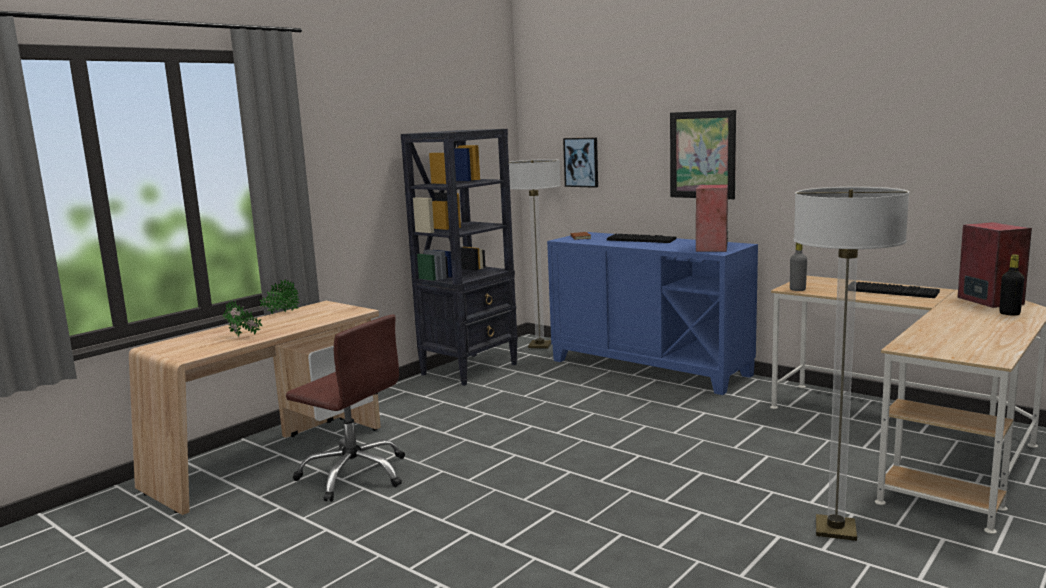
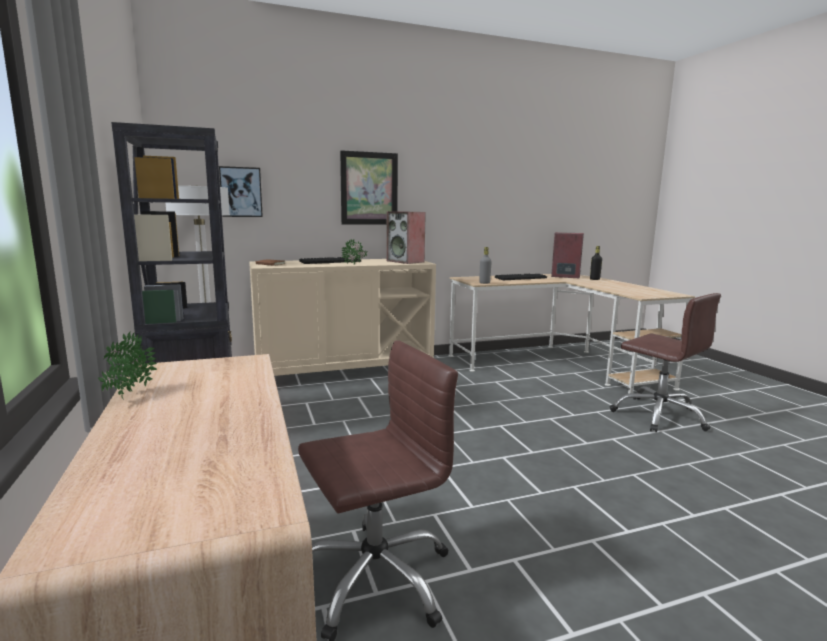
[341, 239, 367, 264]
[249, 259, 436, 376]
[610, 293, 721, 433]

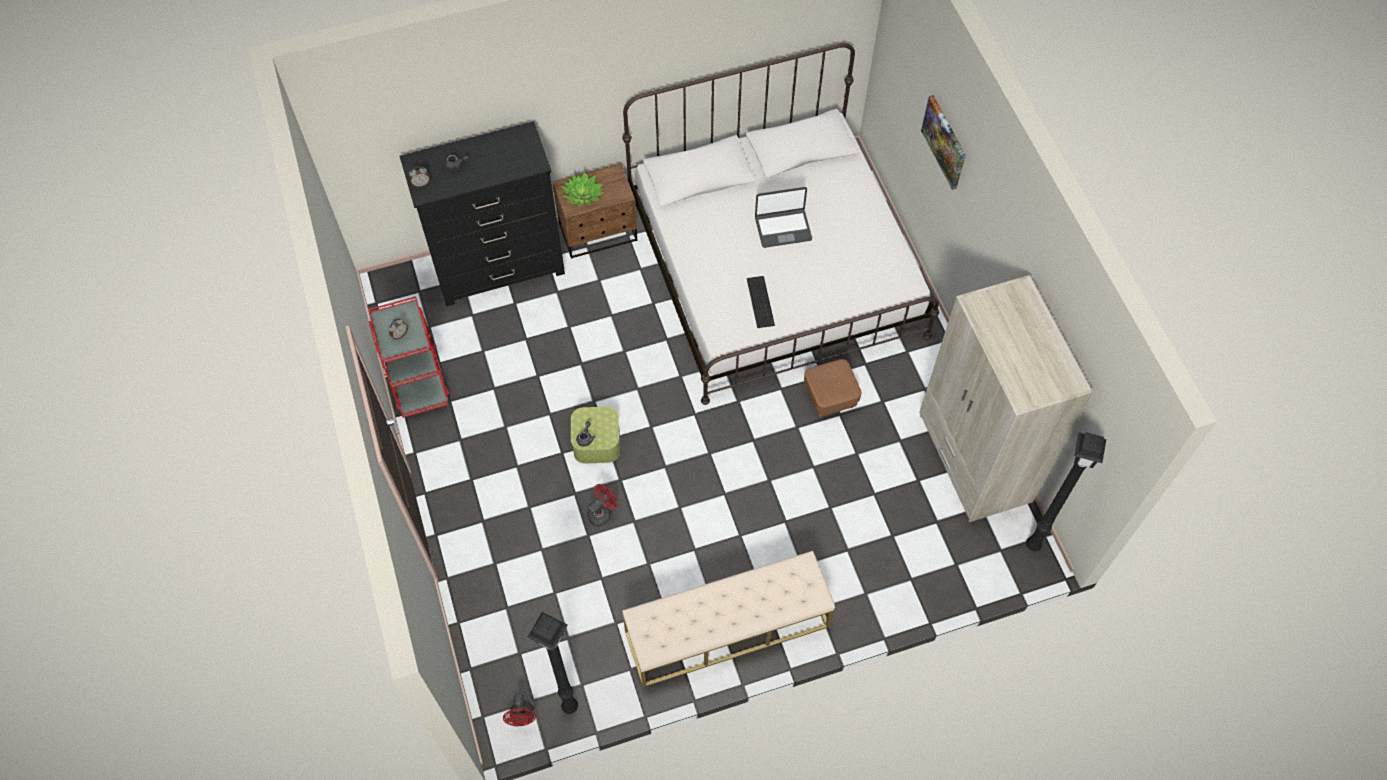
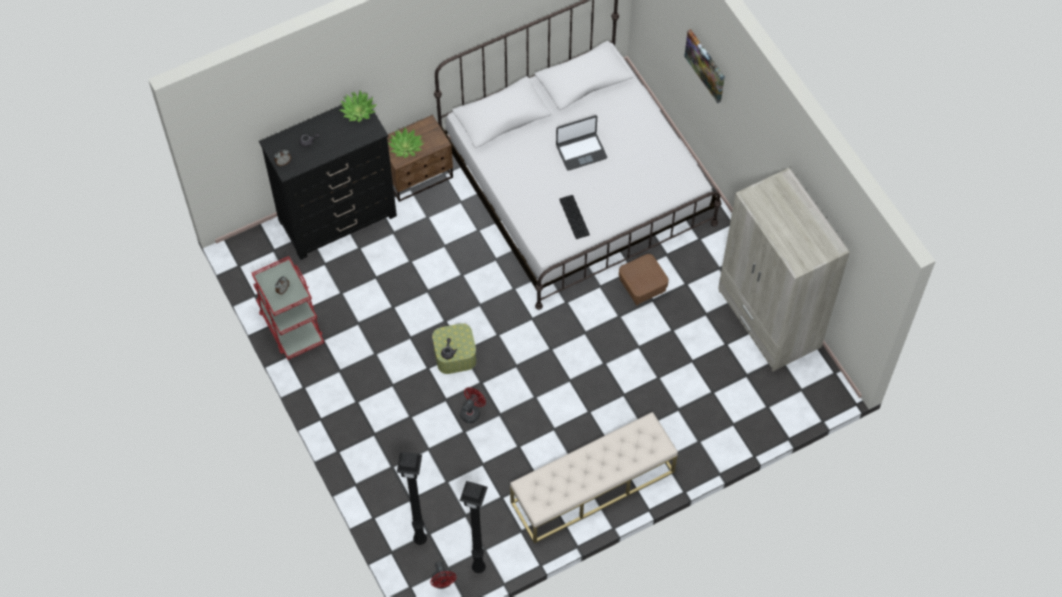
[397, 452, 427, 545]
[340, 91, 377, 122]

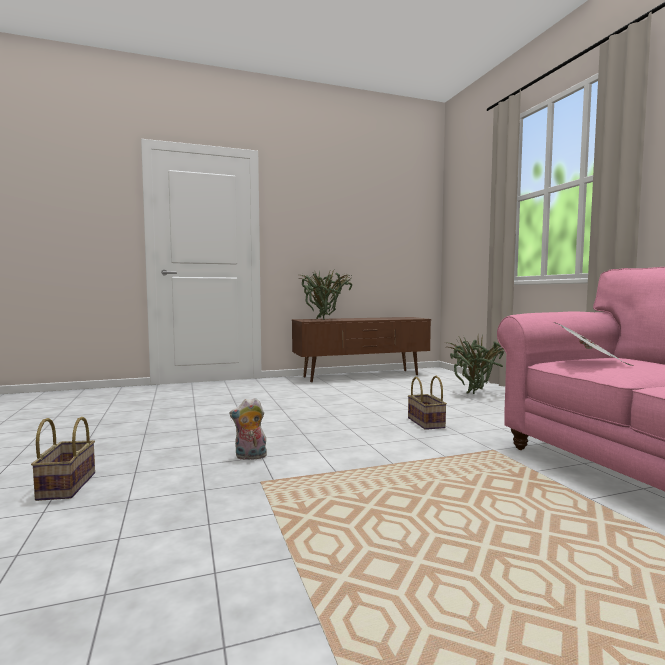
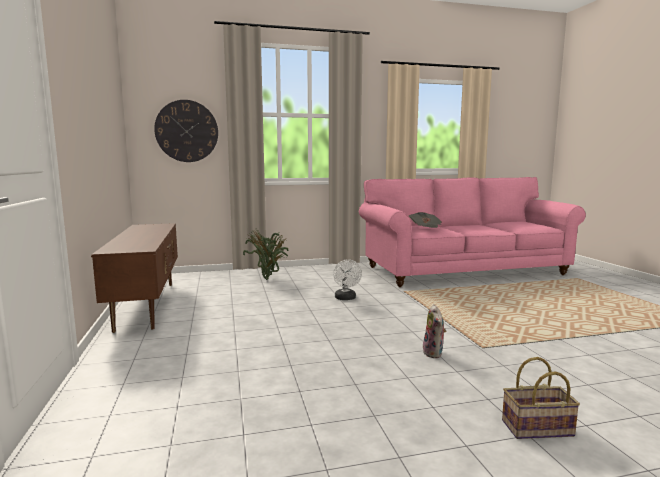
[300, 269, 352, 319] (first image)
[333, 259, 362, 300]
[154, 100, 218, 162]

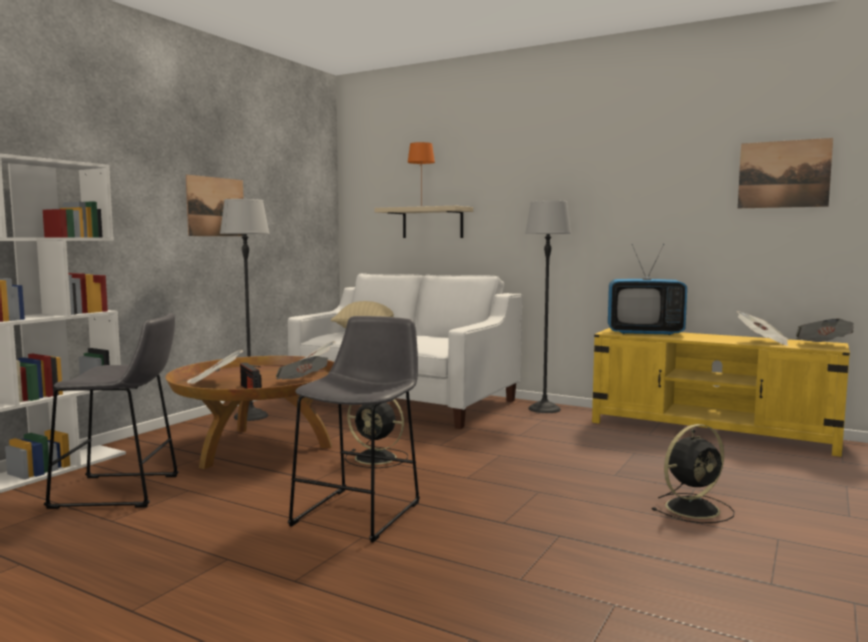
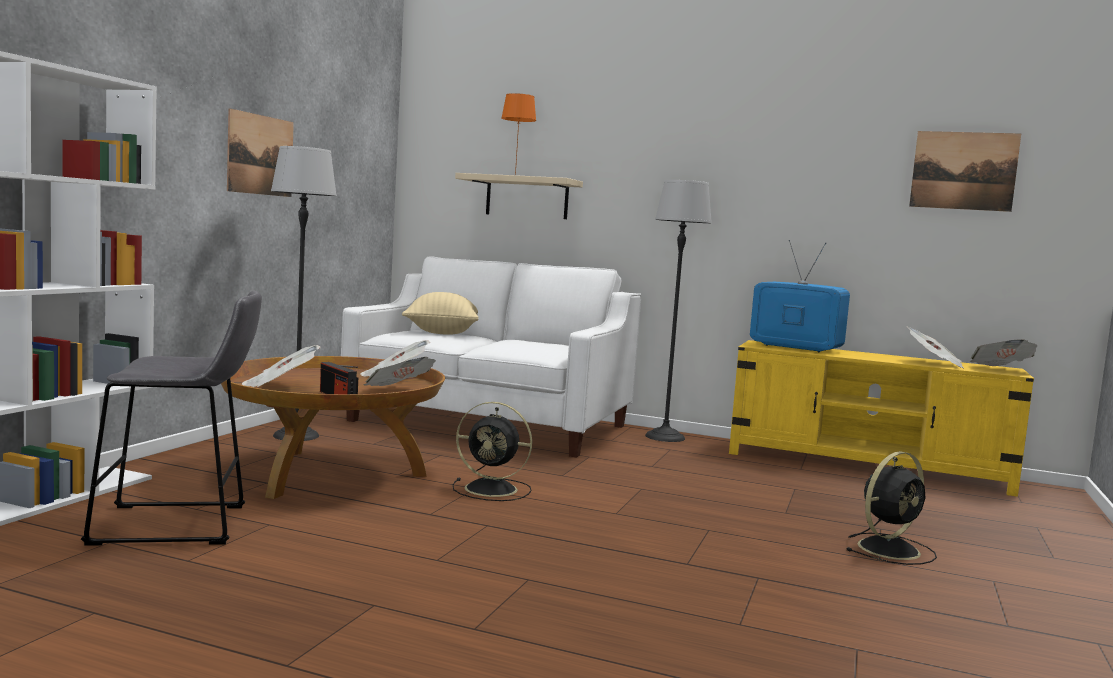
[288, 316, 420, 543] (first image)
[750, 240, 850, 352]

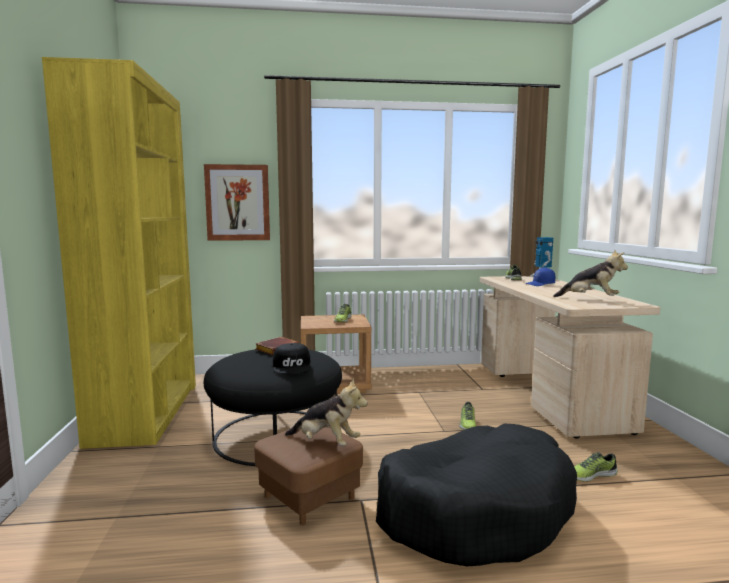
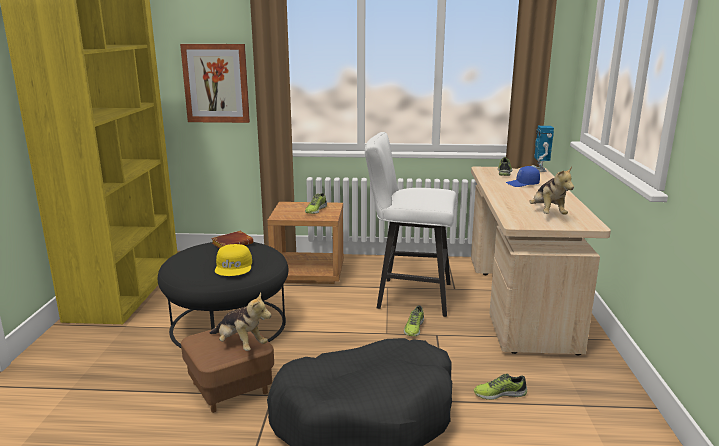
[215, 244, 252, 276]
[529, 167, 574, 215]
[365, 132, 457, 317]

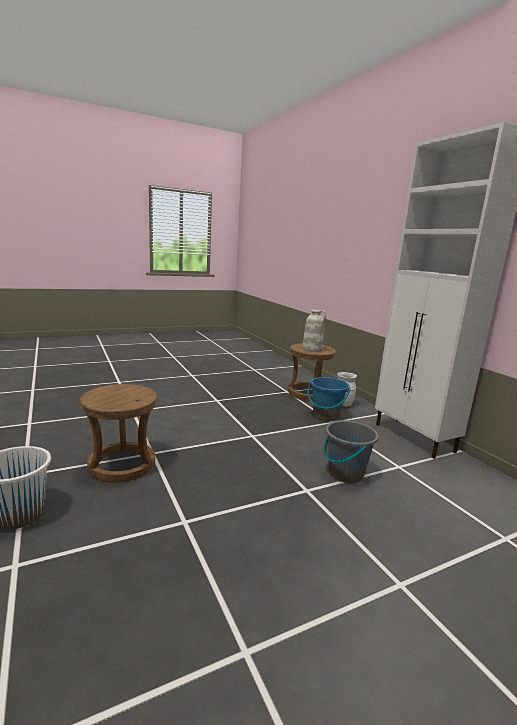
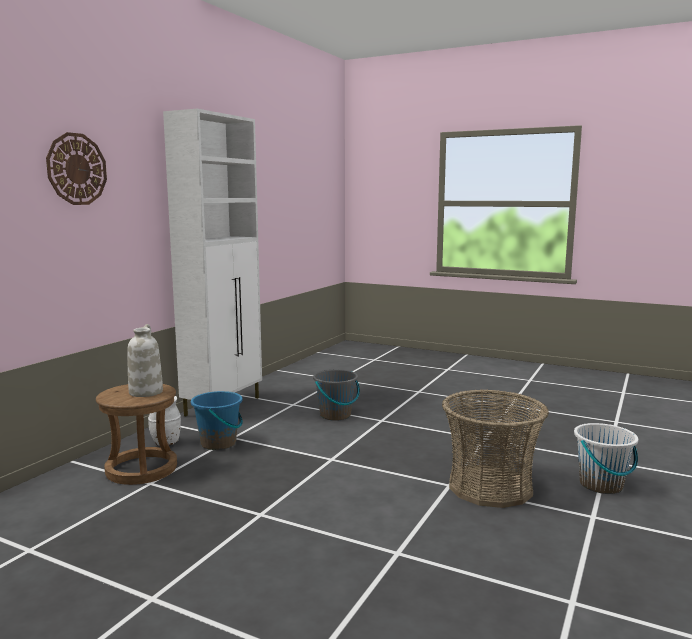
[442, 390, 549, 508]
[46, 132, 107, 205]

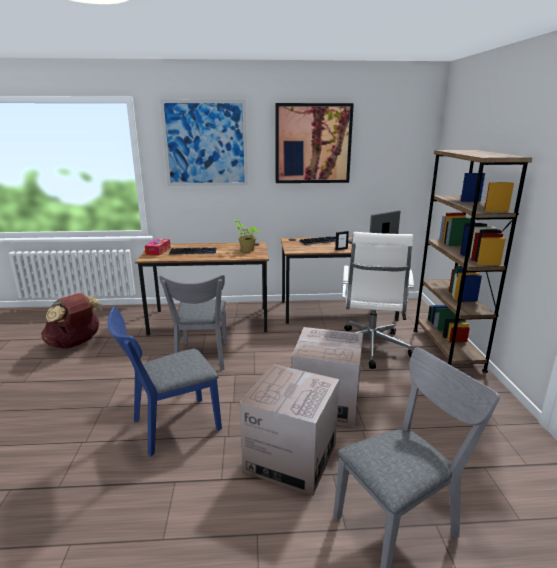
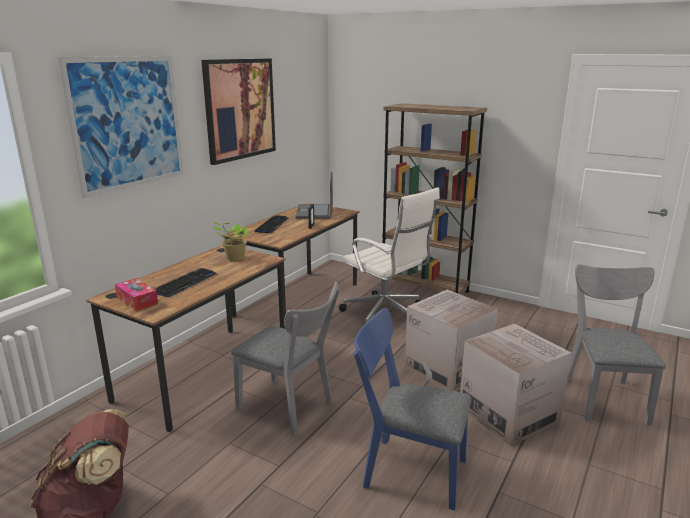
[354, 308, 472, 510]

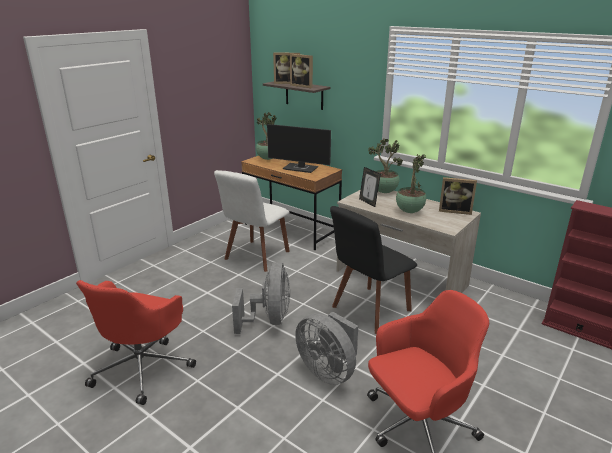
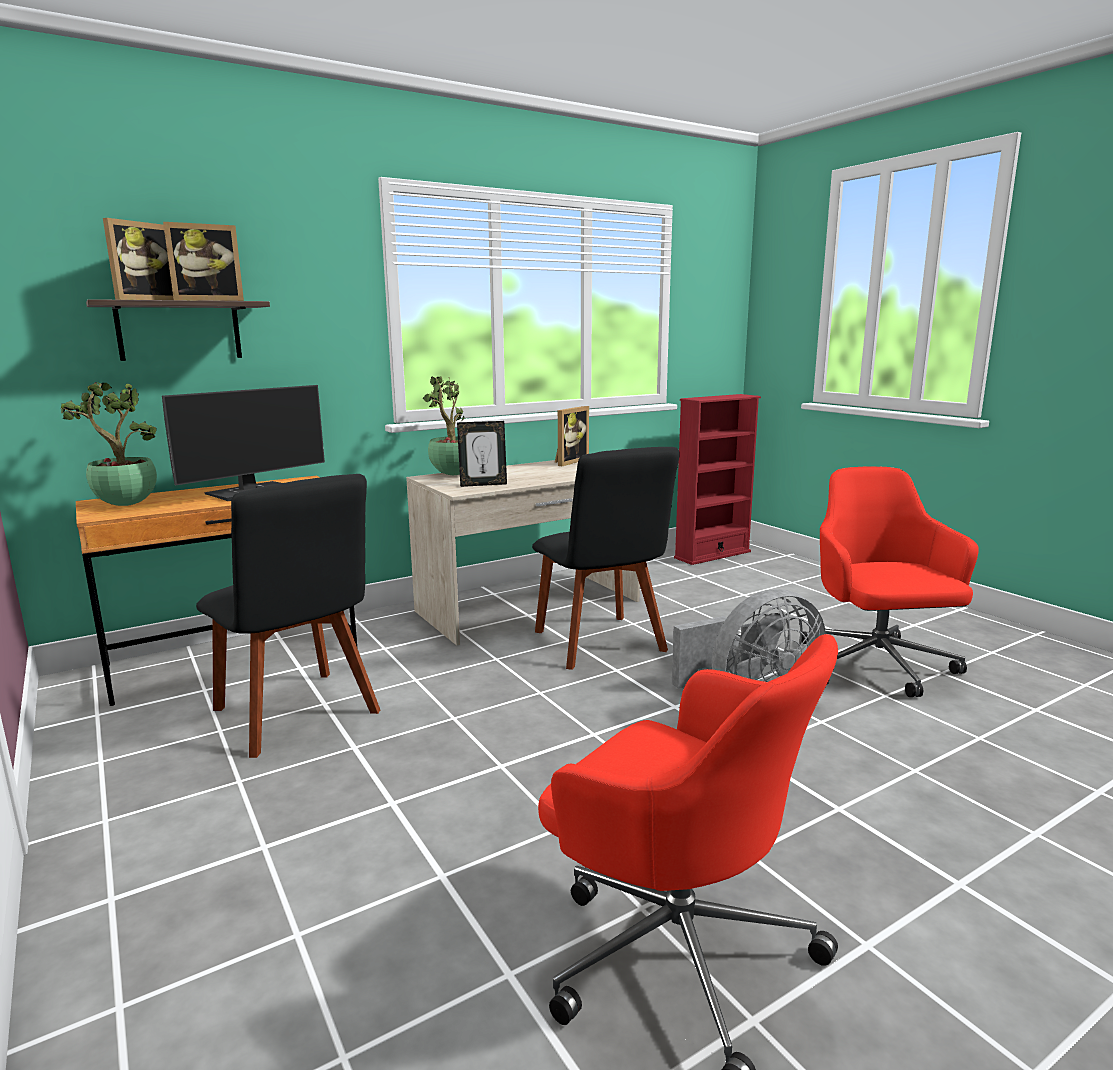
[196, 474, 380, 758]
[232, 262, 290, 334] (first image)
[396, 154, 426, 213] (first image)

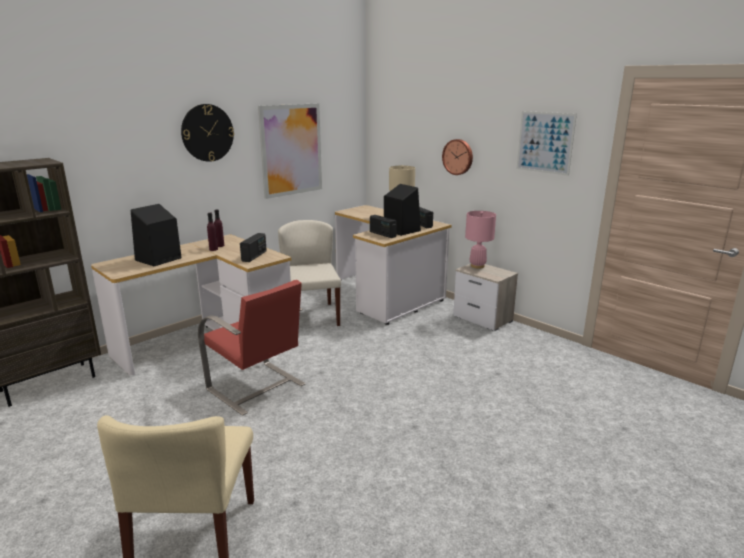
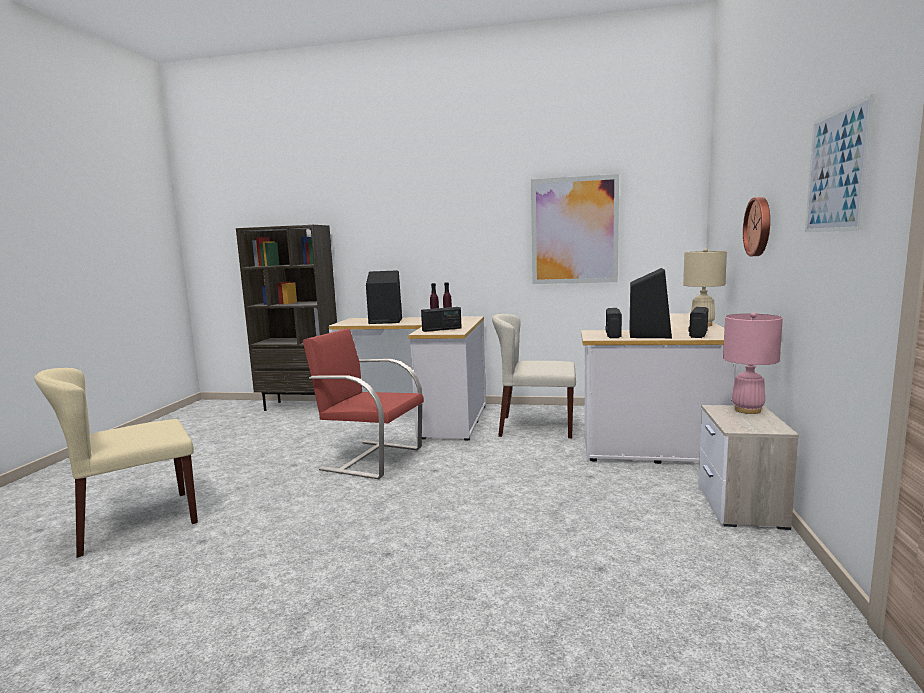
[181, 104, 234, 162] (first image)
[303, 328, 424, 479]
[492, 314, 576, 438]

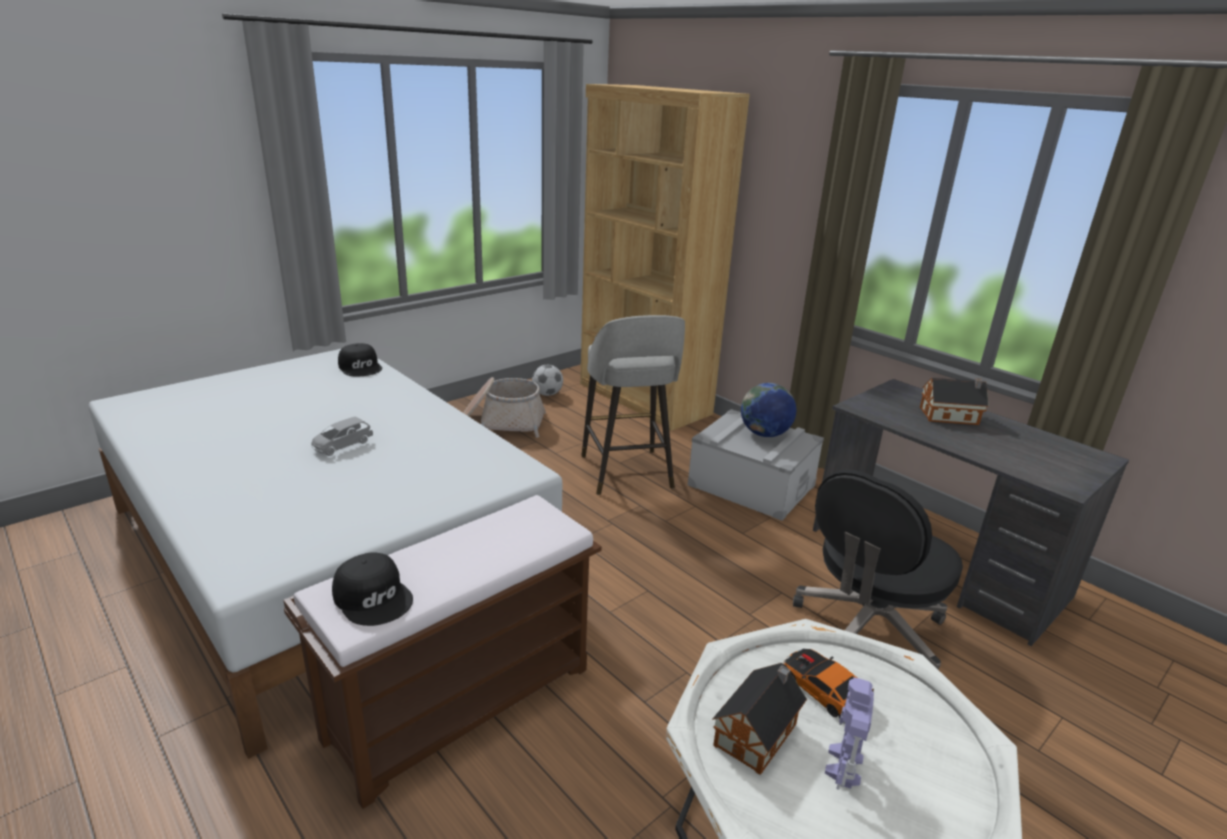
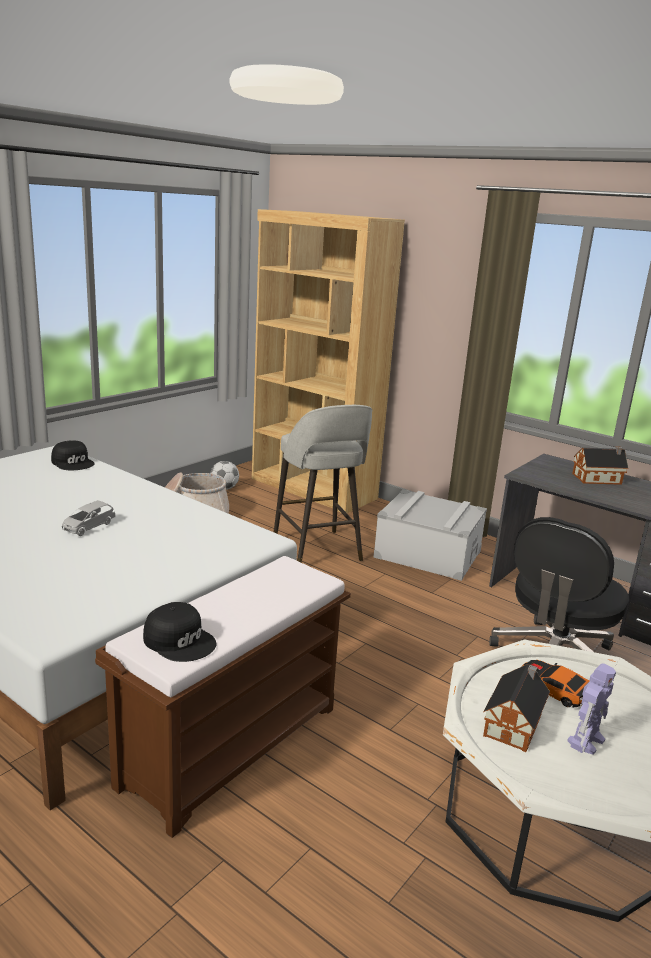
[741, 383, 796, 437] (first image)
[567, 663, 616, 755]

